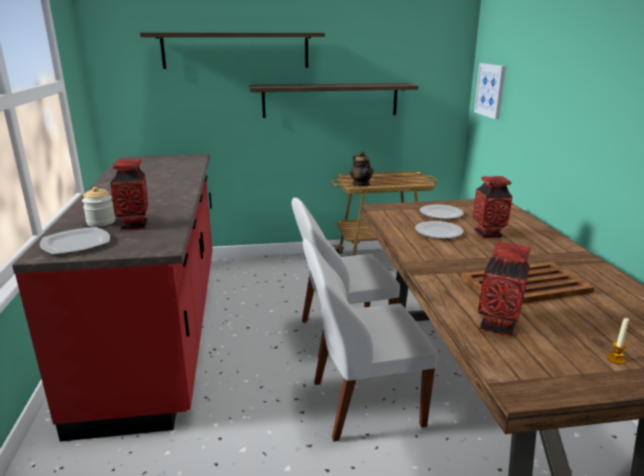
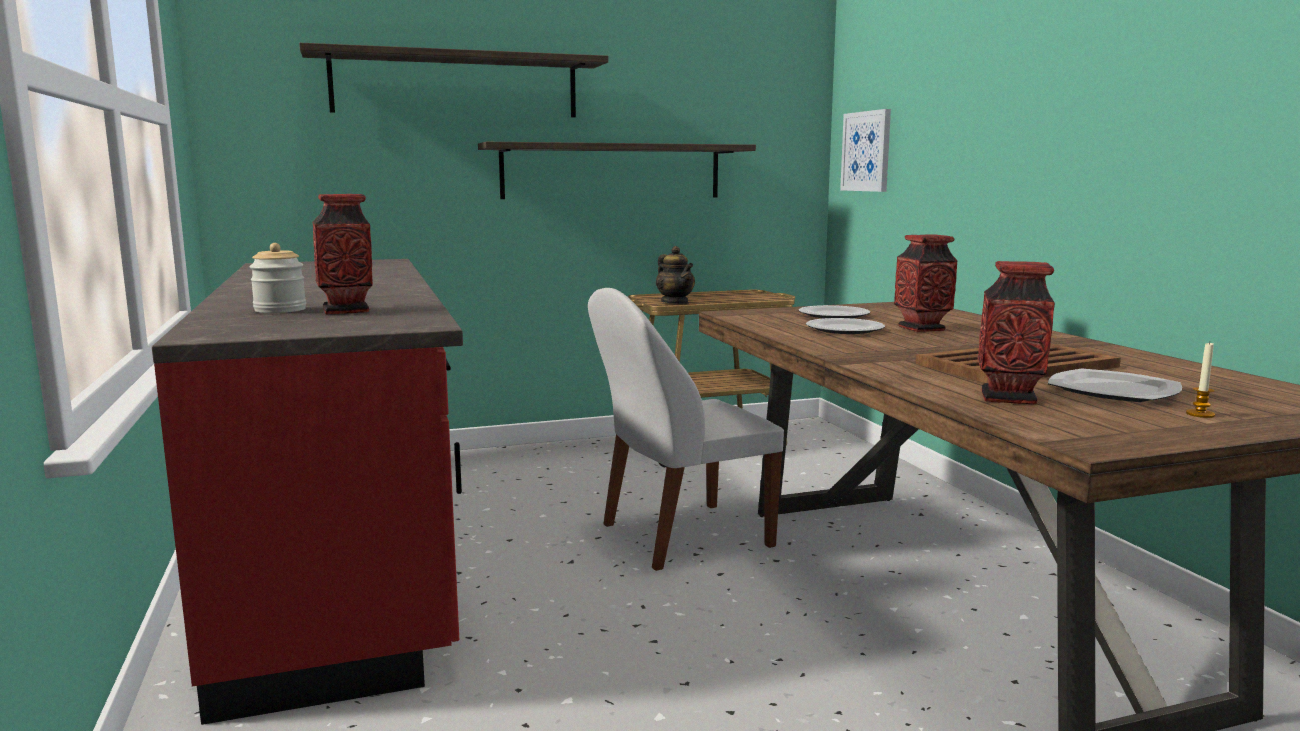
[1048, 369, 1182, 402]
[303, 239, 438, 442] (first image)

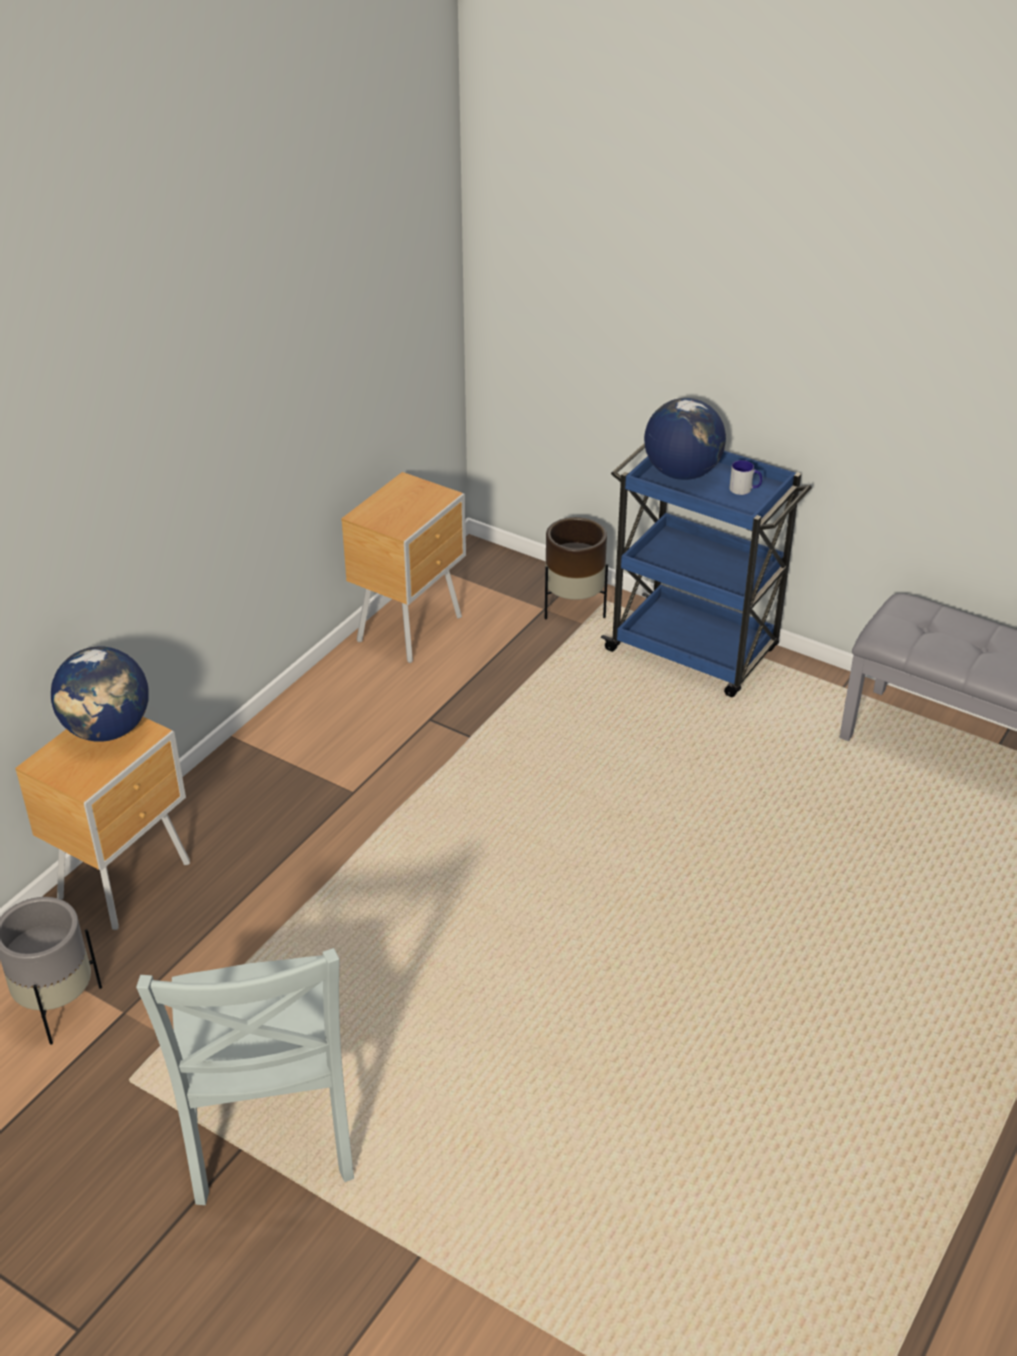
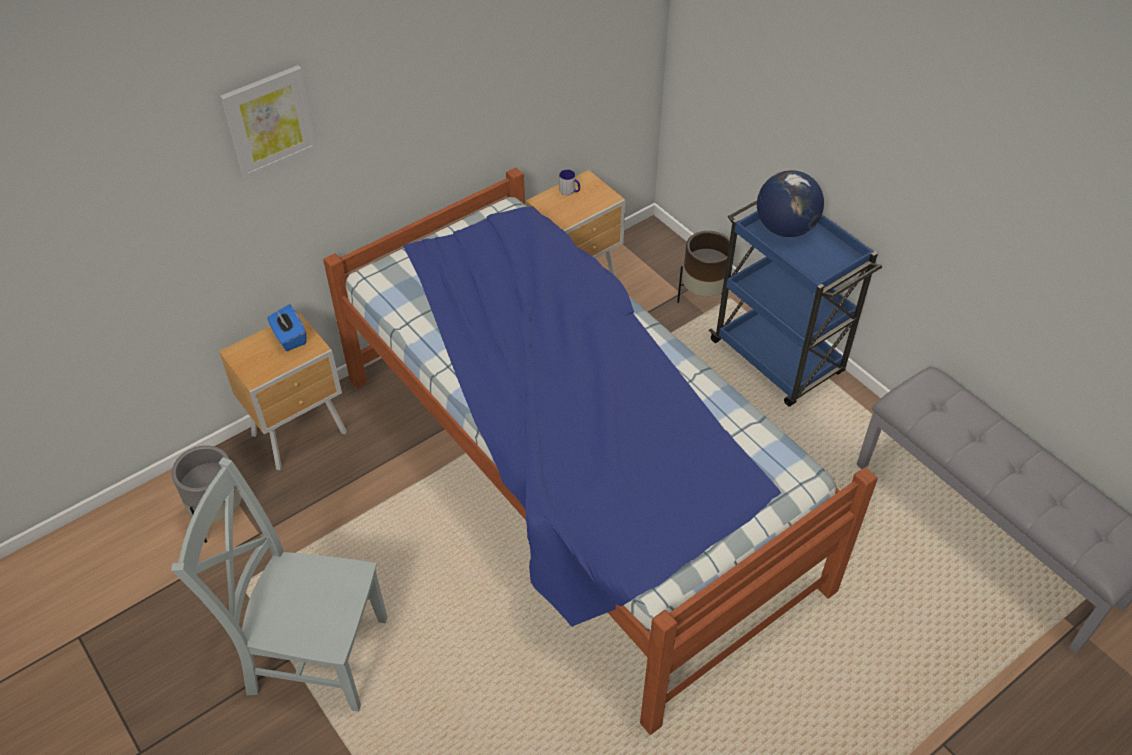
[267, 305, 306, 351]
[171, 457, 387, 712]
[559, 169, 580, 195]
[220, 65, 318, 179]
[323, 168, 878, 735]

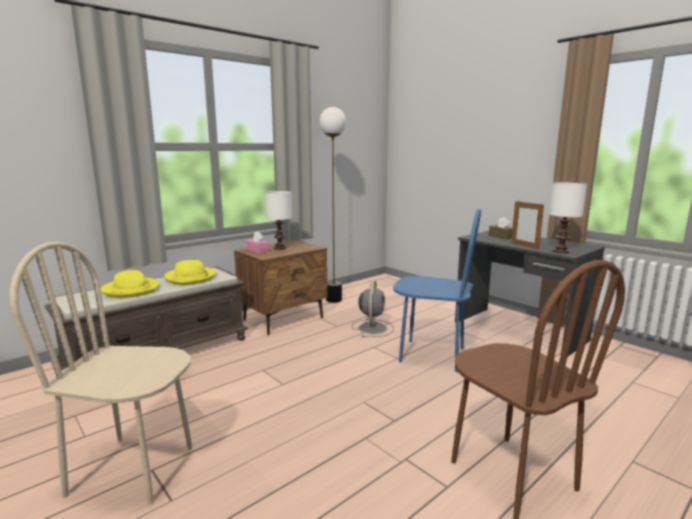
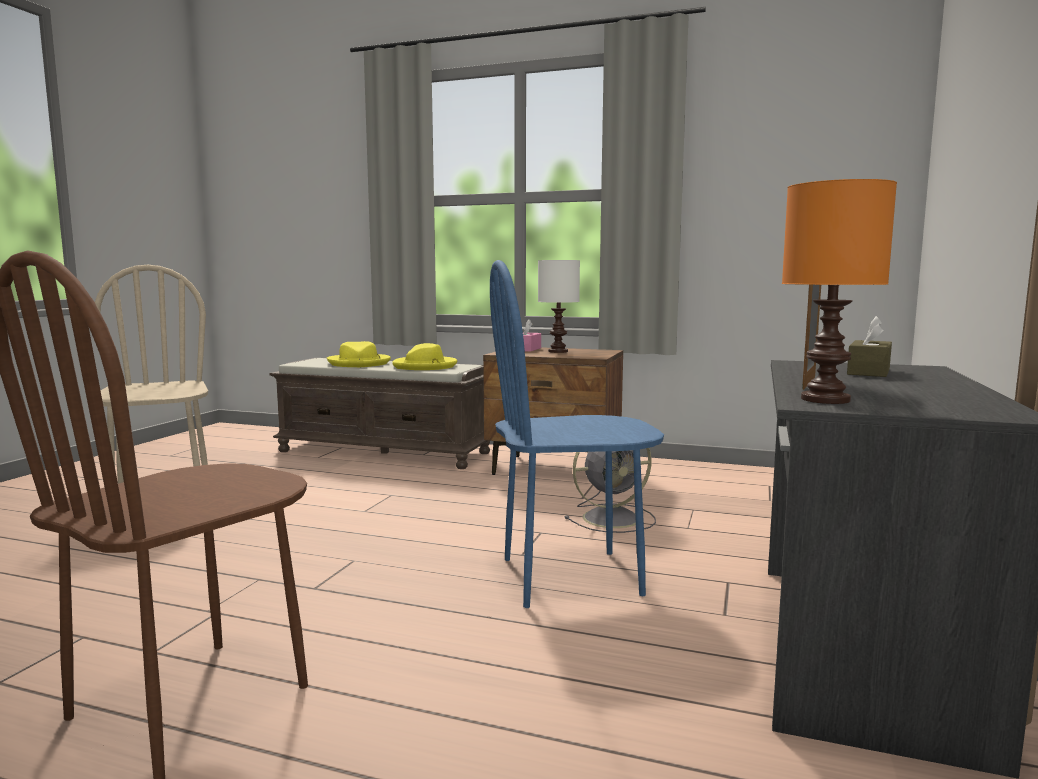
[320, 107, 346, 303] (first image)
[490, 260, 664, 608]
[782, 179, 897, 404]

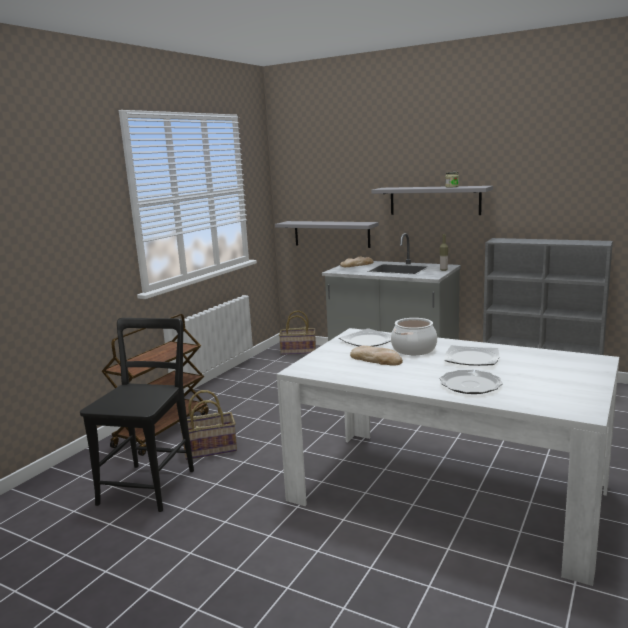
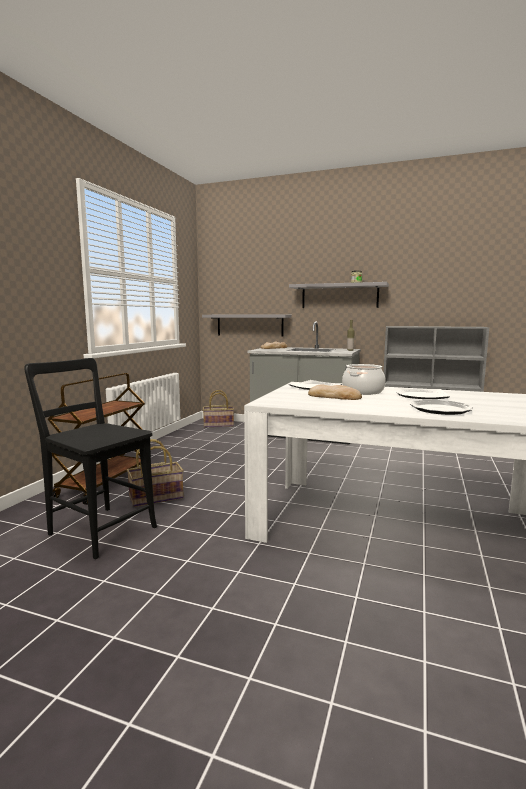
[24, 358, 157, 559]

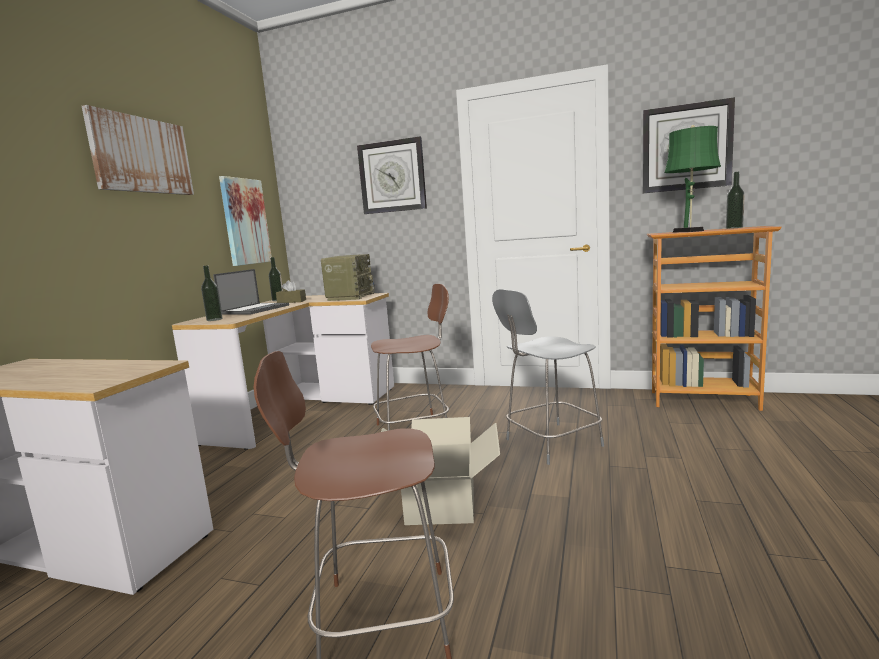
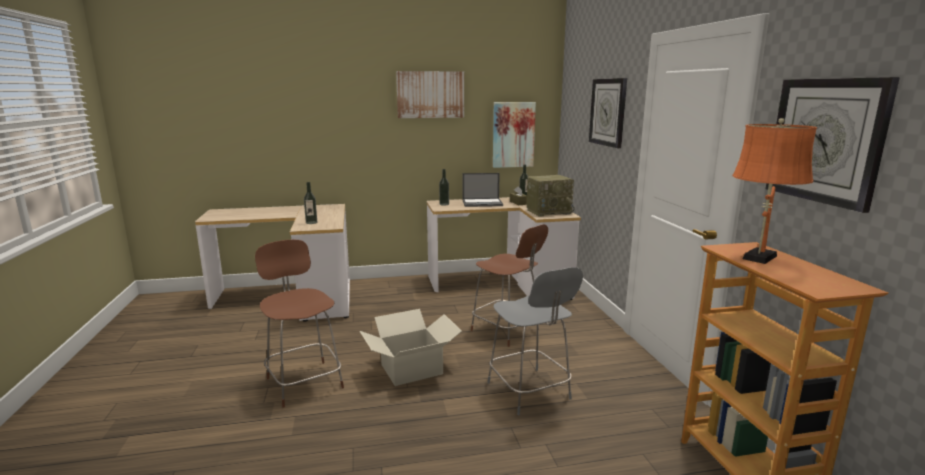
[487, 267, 583, 415]
[732, 118, 817, 264]
[304, 182, 317, 224]

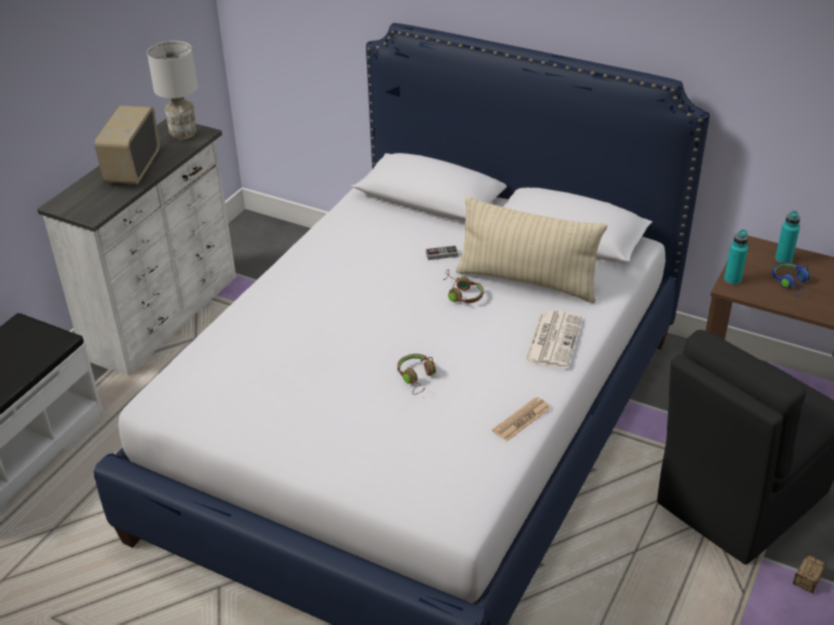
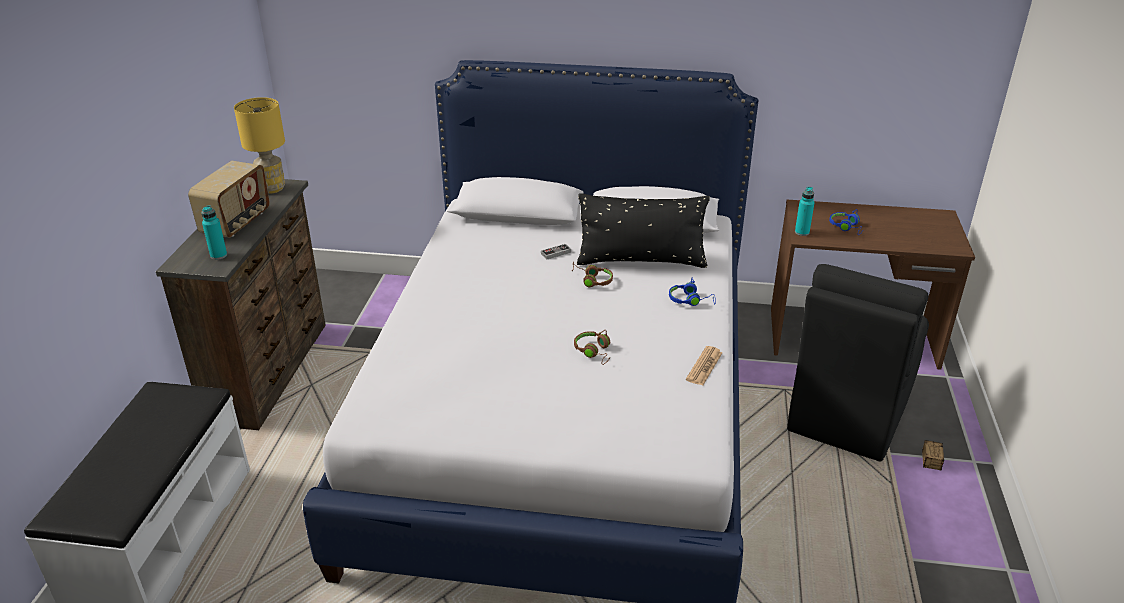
[156, 179, 326, 430]
[188, 161, 270, 237]
[234, 97, 285, 194]
[576, 193, 710, 268]
[669, 278, 716, 306]
[202, 205, 227, 260]

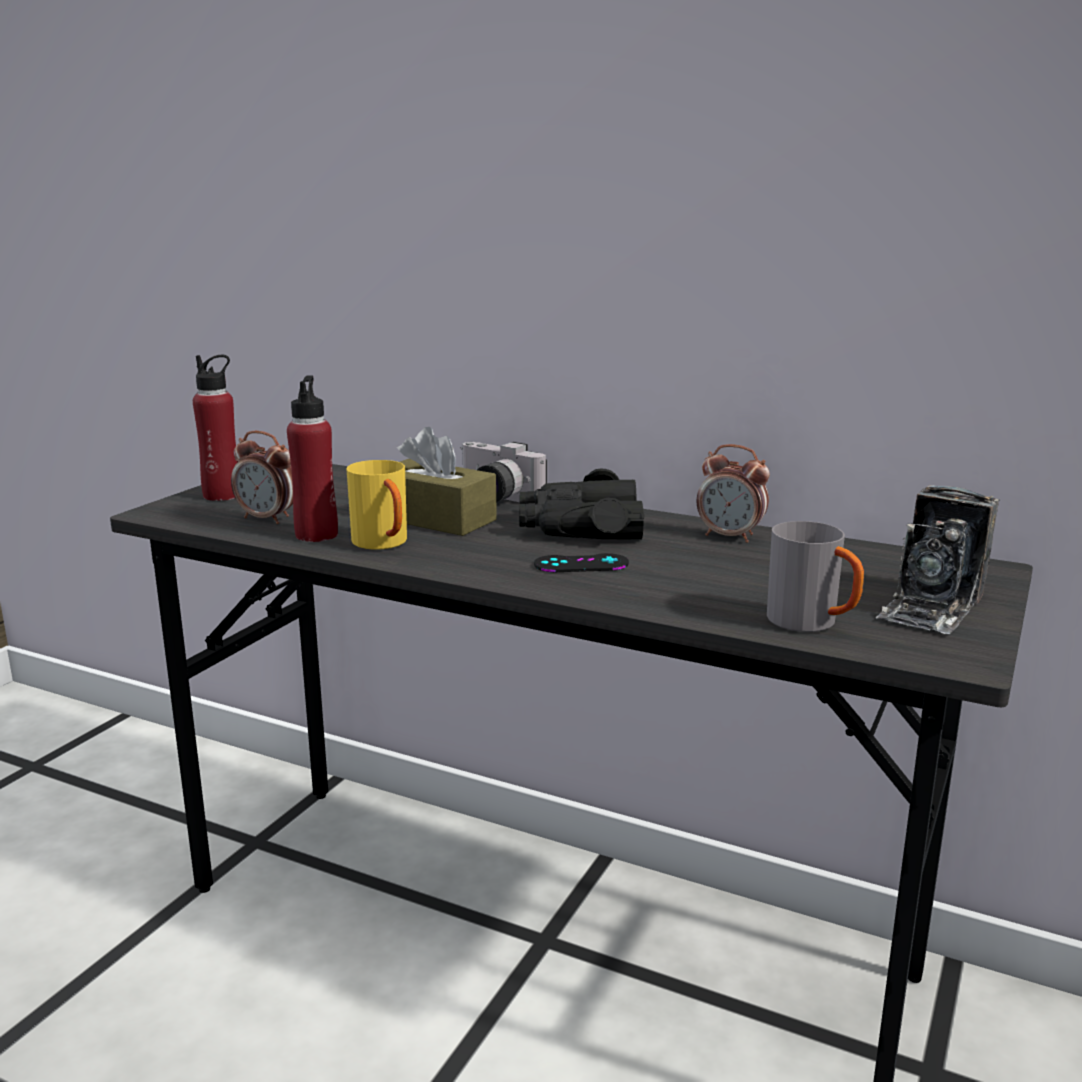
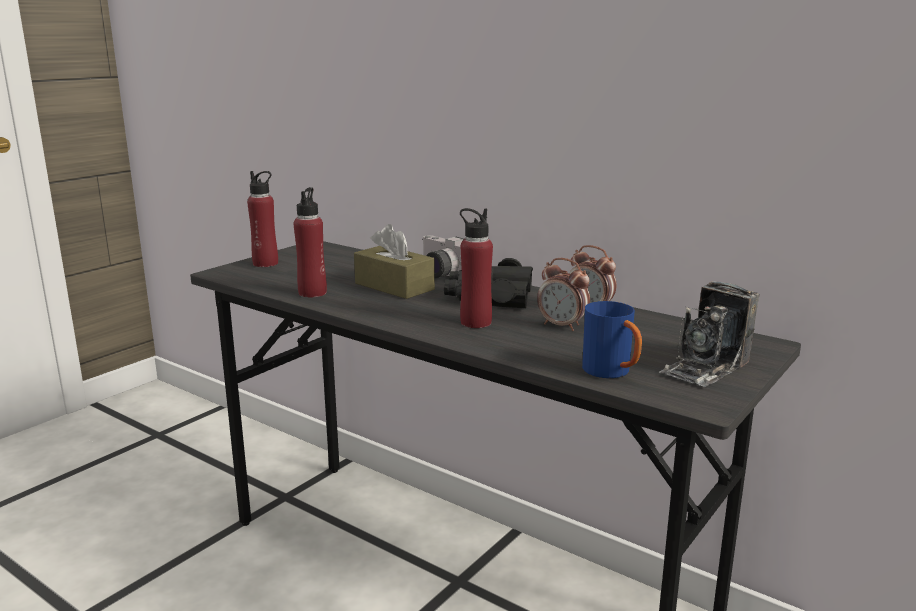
[537, 258, 590, 331]
[347, 460, 407, 550] (first image)
[460, 208, 493, 328]
[582, 301, 642, 378]

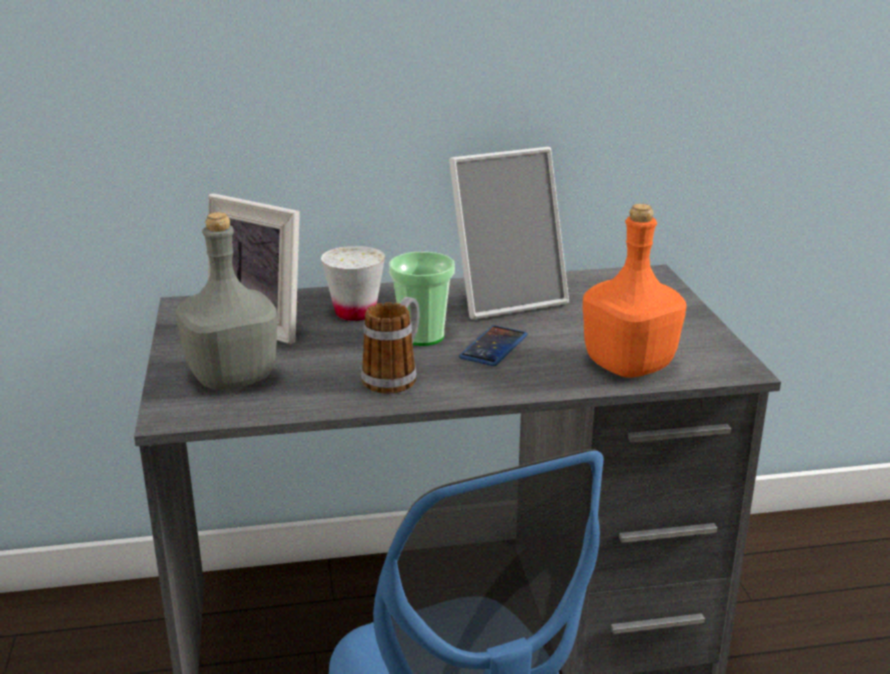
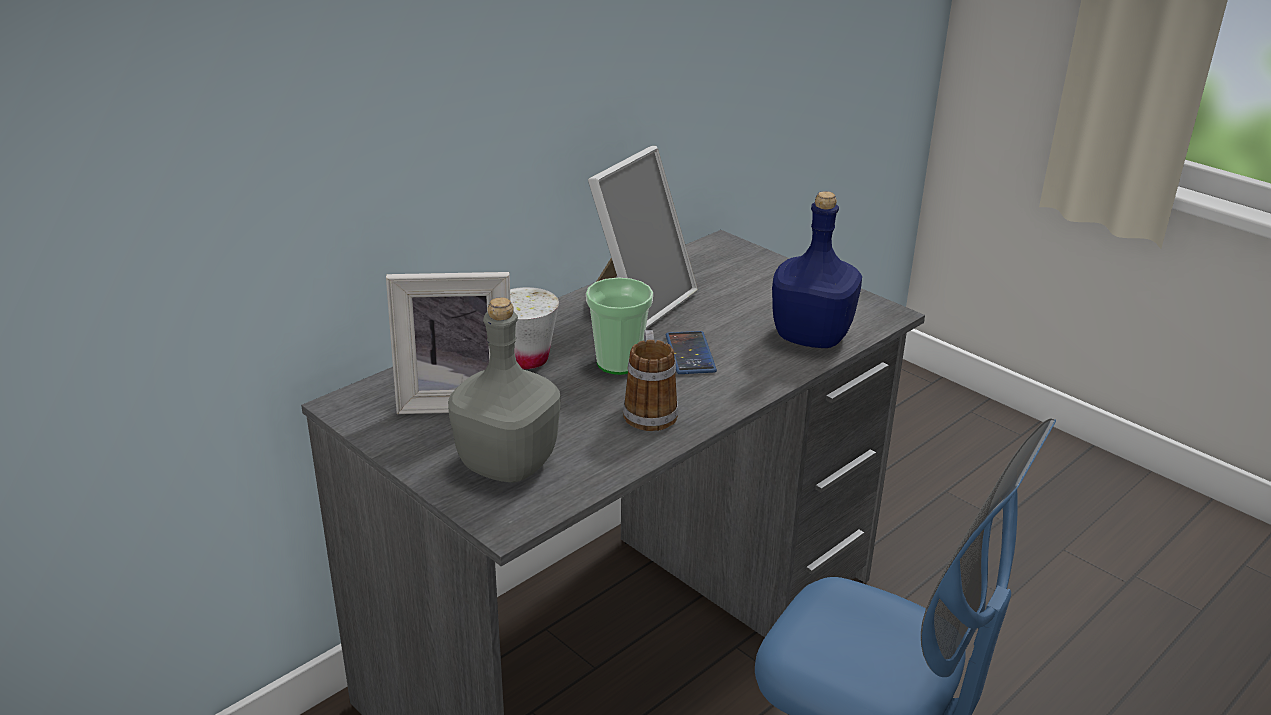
[772, 191, 862, 348]

